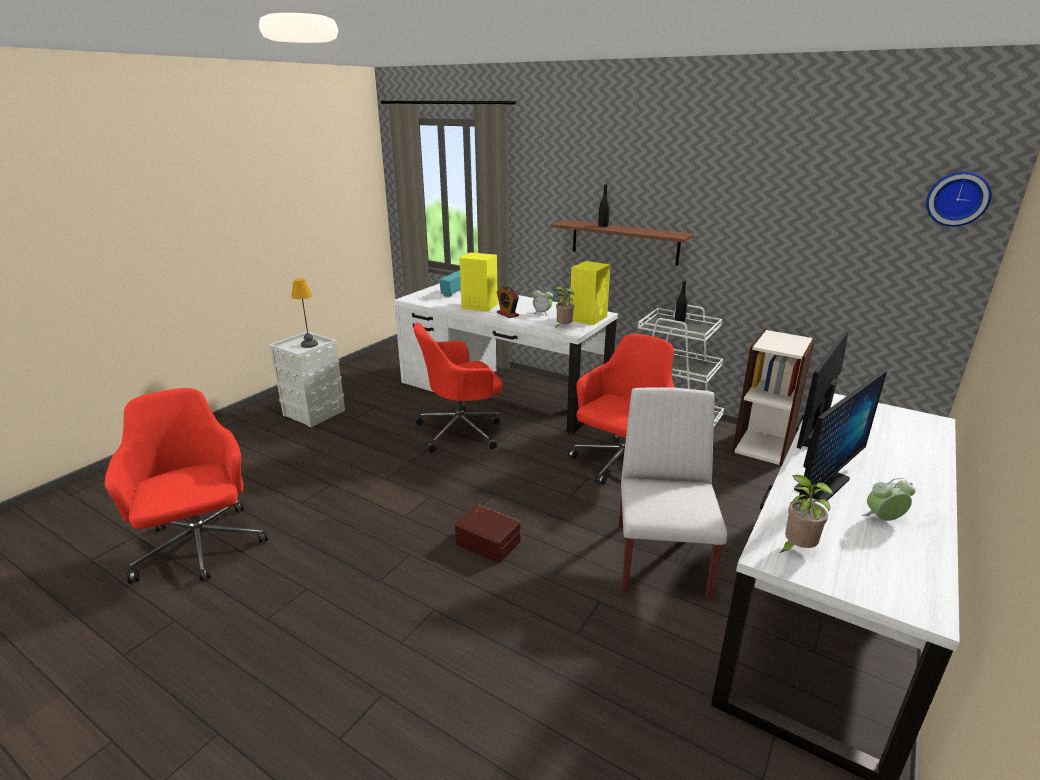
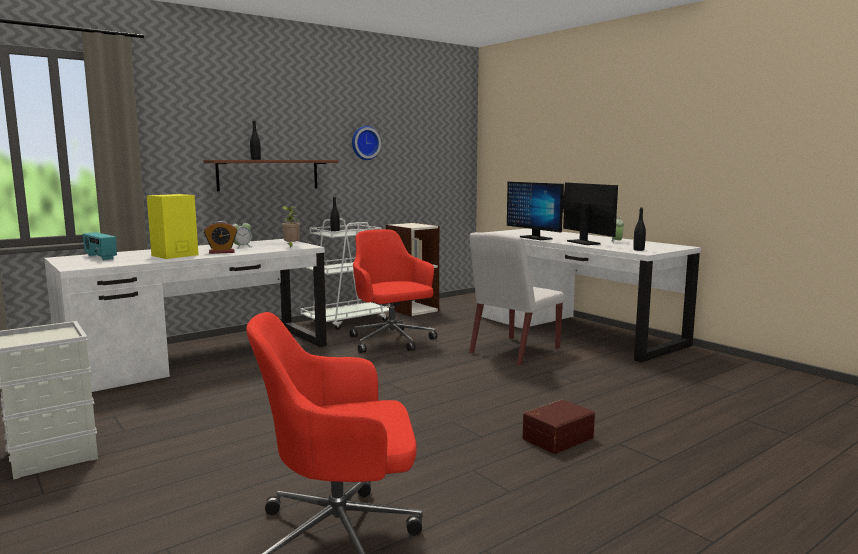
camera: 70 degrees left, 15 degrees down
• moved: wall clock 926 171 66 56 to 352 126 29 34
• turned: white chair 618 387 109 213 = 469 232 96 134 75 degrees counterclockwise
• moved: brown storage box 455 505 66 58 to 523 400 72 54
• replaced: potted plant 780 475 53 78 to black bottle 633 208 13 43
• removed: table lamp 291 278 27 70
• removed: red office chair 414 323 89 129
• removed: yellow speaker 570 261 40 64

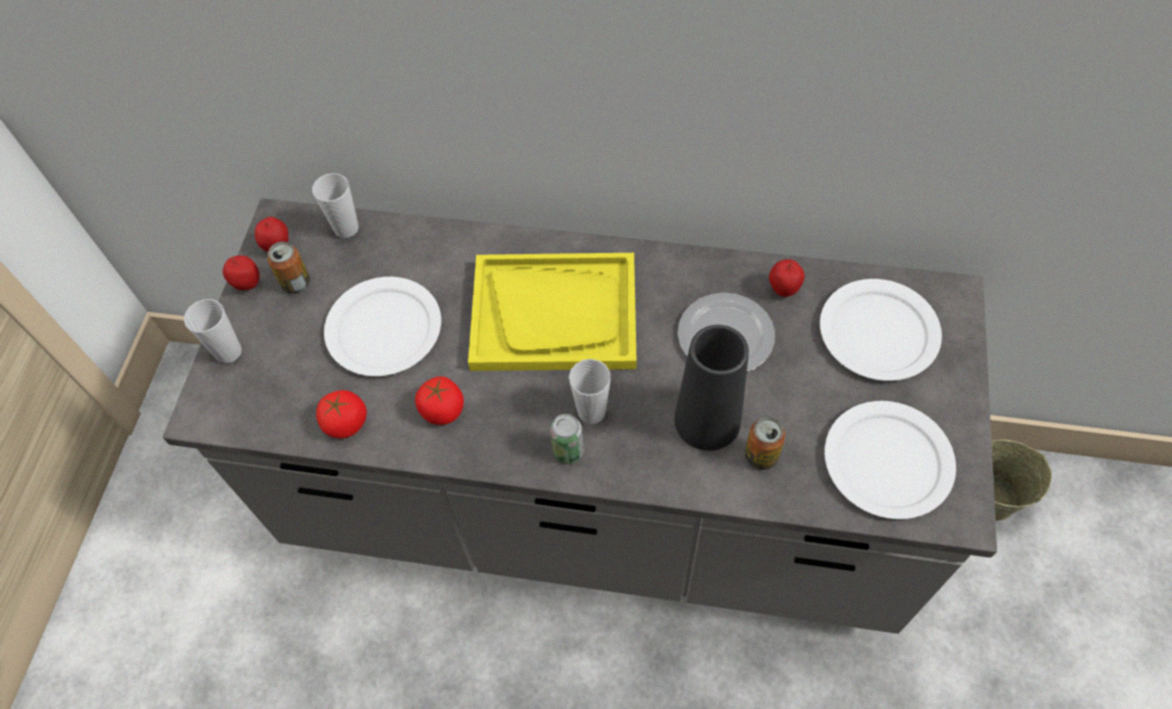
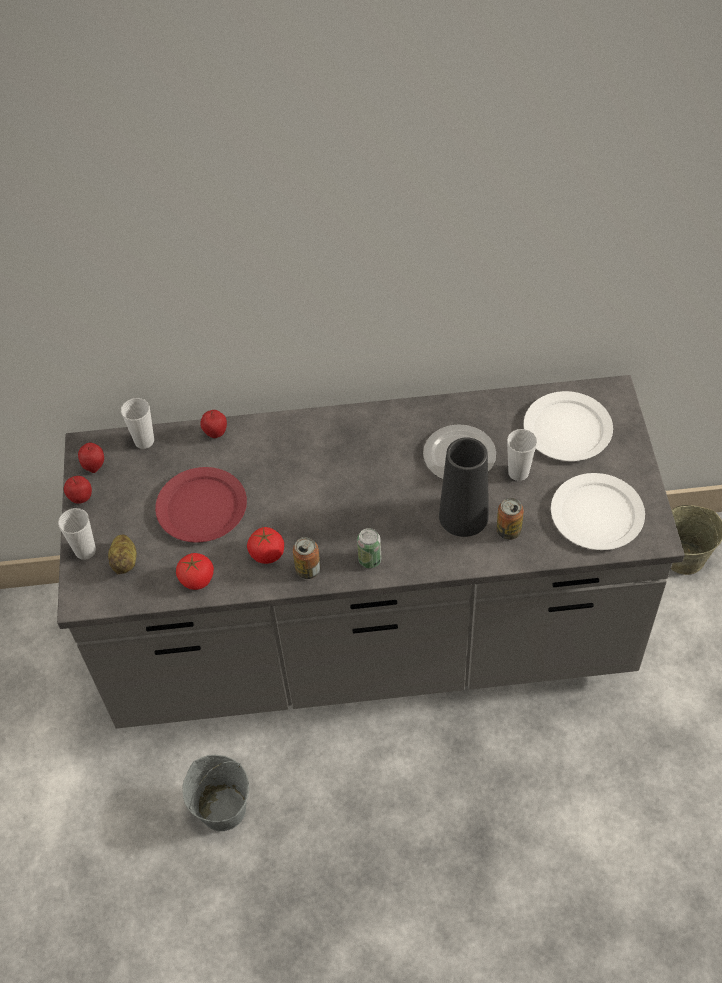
camera: 15 degrees left, 5 degrees down
• added: potato 108 535 29 39
• recoloured: white plate 324 277 117 99 to red plate 155 467 92 76
• added: grey bucket 182 755 67 76
• moved: apple 769 259 36 38 to 200 410 27 28
• moved: can 267 242 43 52 to 293 537 28 42
• moved: cup 569 359 42 65 to 507 429 30 52
• removed: yellow tray 468 253 169 118

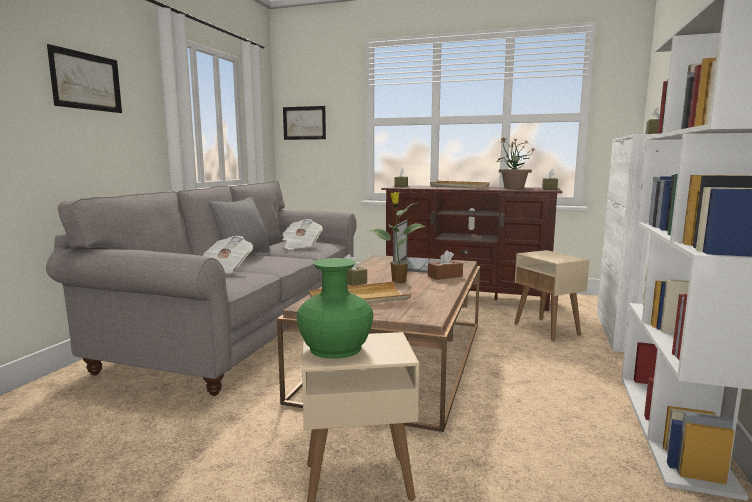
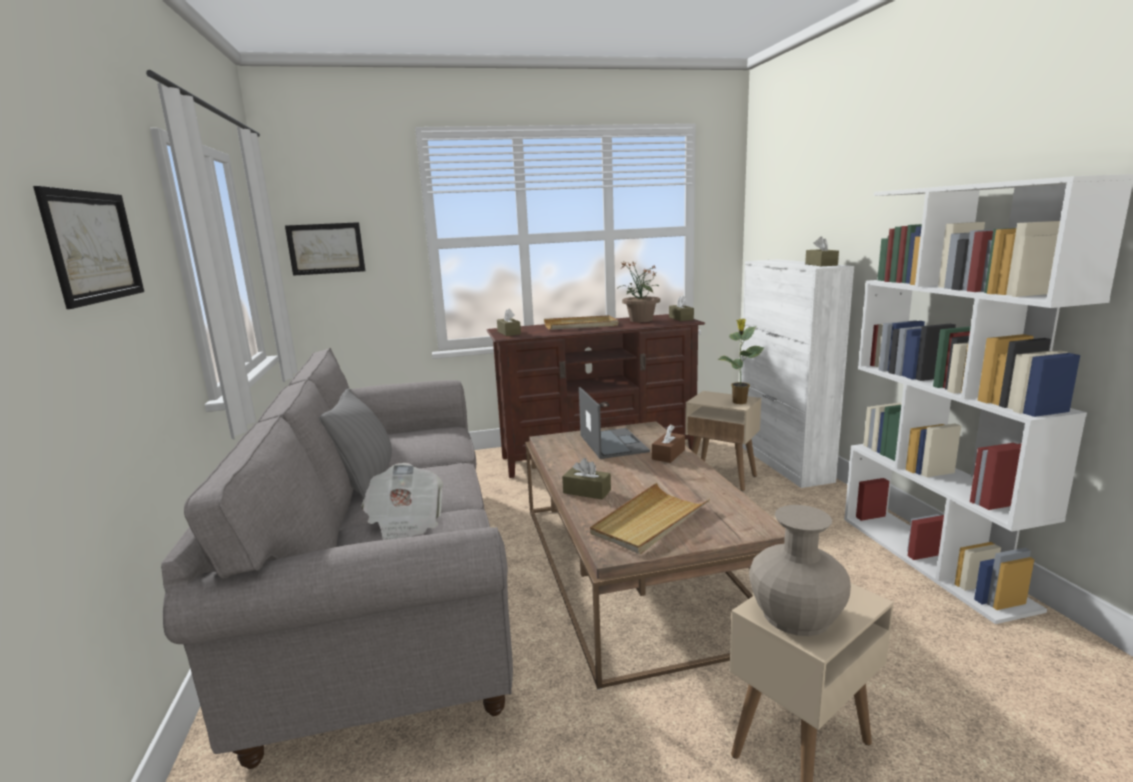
camera: 30 degrees left, 5 degrees up
• moved: potted plant 370 192 56 91 to 717 319 47 85
• recoloured: green vase 297 258 76 101 to beige vase 749 505 102 131
• removed: newspaper 282 219 41 30

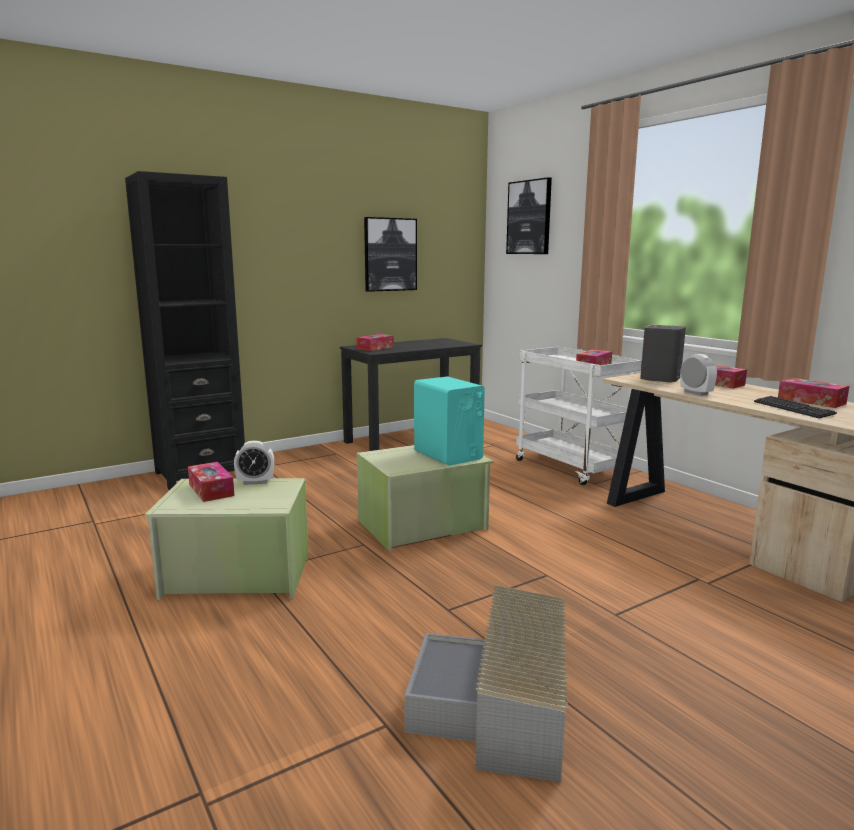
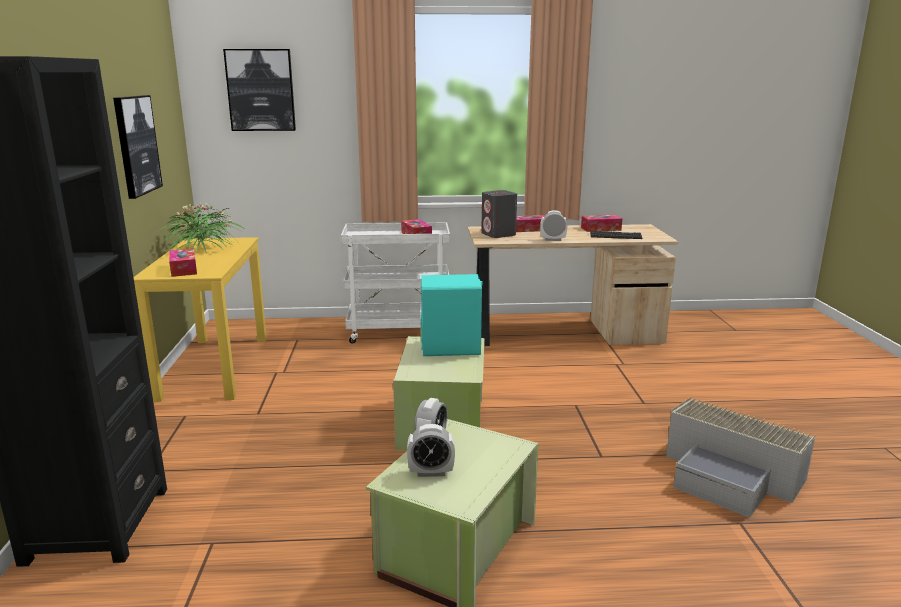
camera: 60 degrees left, 5 degrees up
• recoloured: black desk 340 338 142 113 to yellow desk 133 237 134 165
• added: potted plant 158 202 88 50
• replaced: tissue box 188 462 46 40 to alarm clock 407 424 48 53

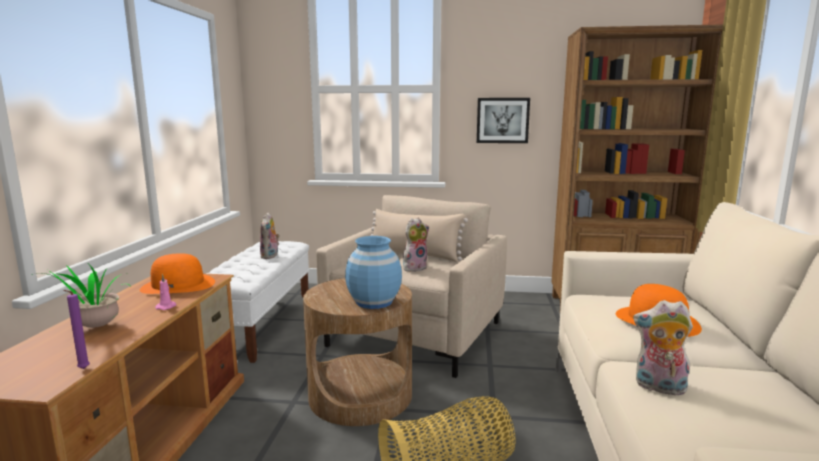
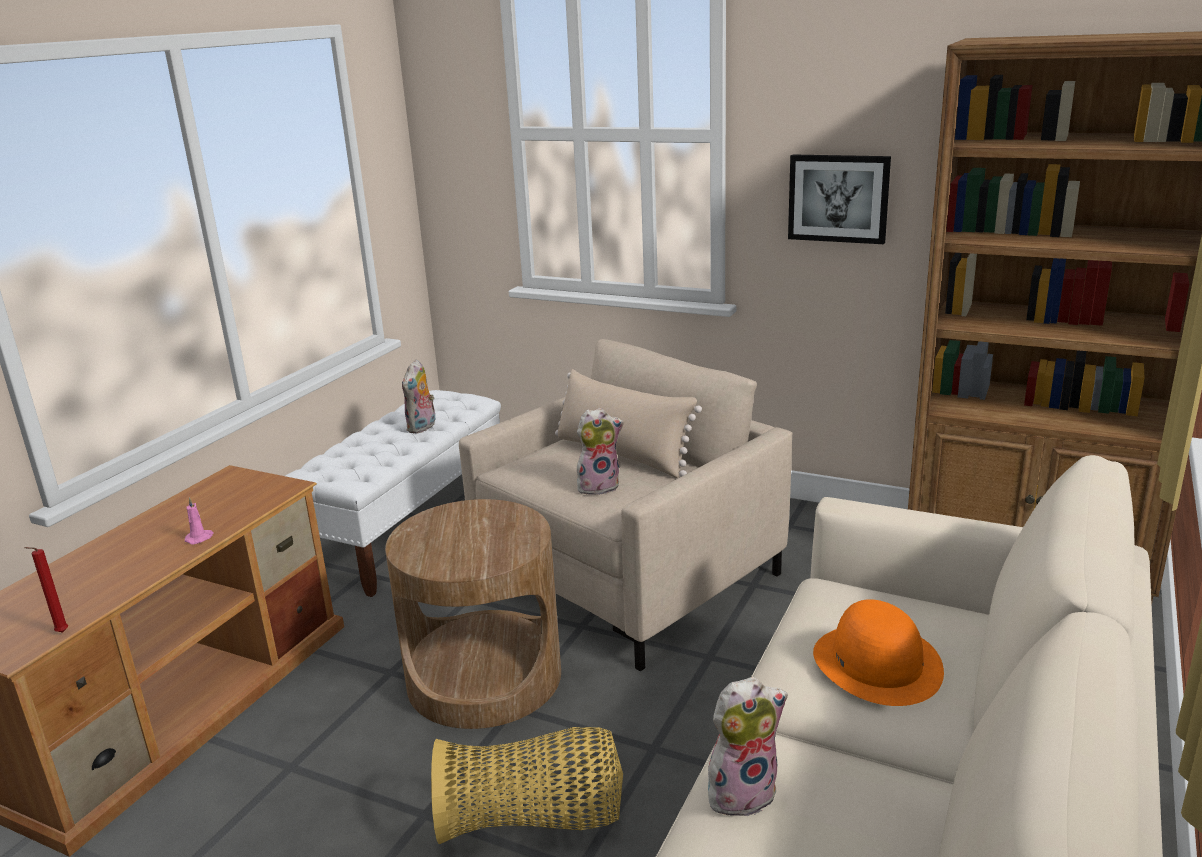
camera: 20 degrees right, 10 degrees up
• recoloured: purple candle 63 290 27 79 to red candle 24 547 44 86
• turned: plush toy 633 300 60 95 = 708 677 80 139 120 degrees clockwise
• removed: potted plant 32 265 99 63
• removed: orange hat 140 253 75 41
• removed: blue vase 345 236 57 73

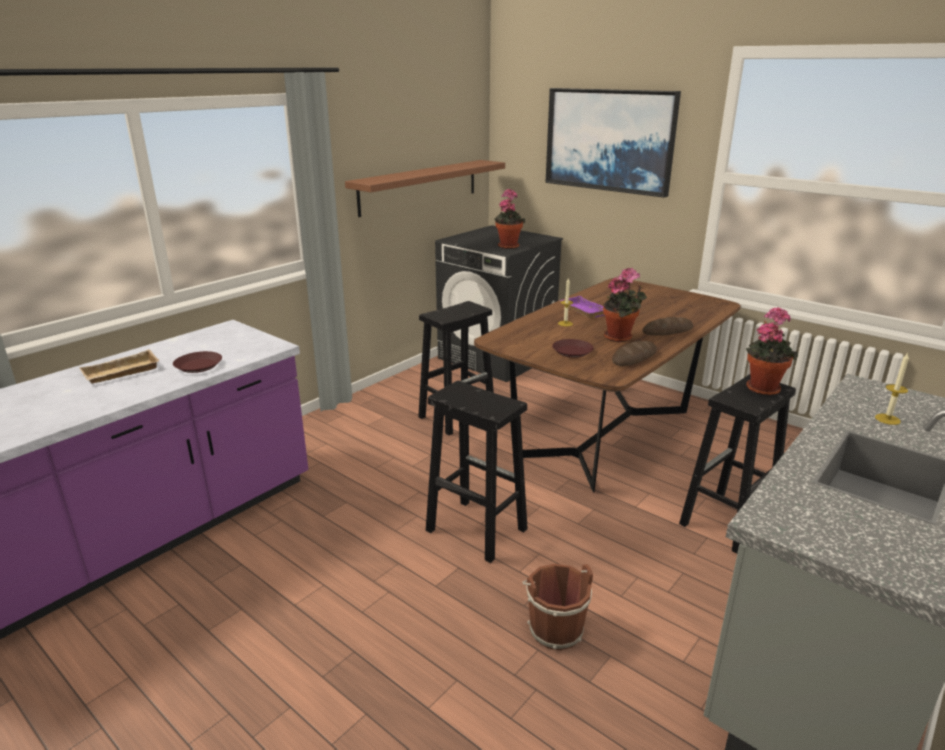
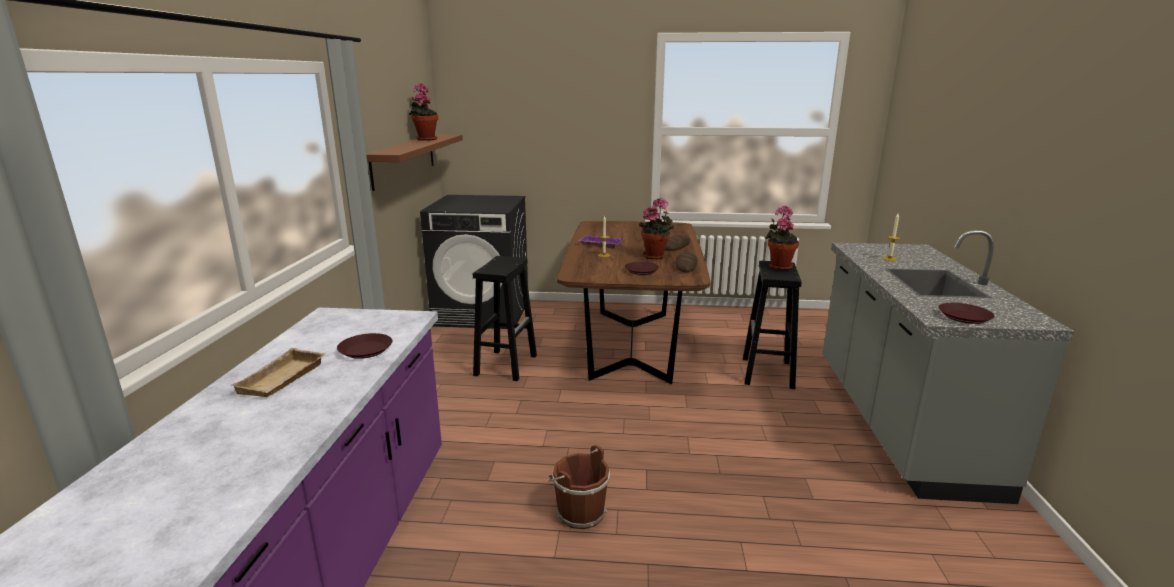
camera: 35 degrees left, 5 degrees down
• moved: potted plant 494 189 31 60 to 409 83 29 58
• moved: brown bucket 522 564 71 86 to 548 445 62 84
• added: brown plate 939 303 56 21
• removed: black stool 426 381 102 182
• removed: picture 546 88 135 110

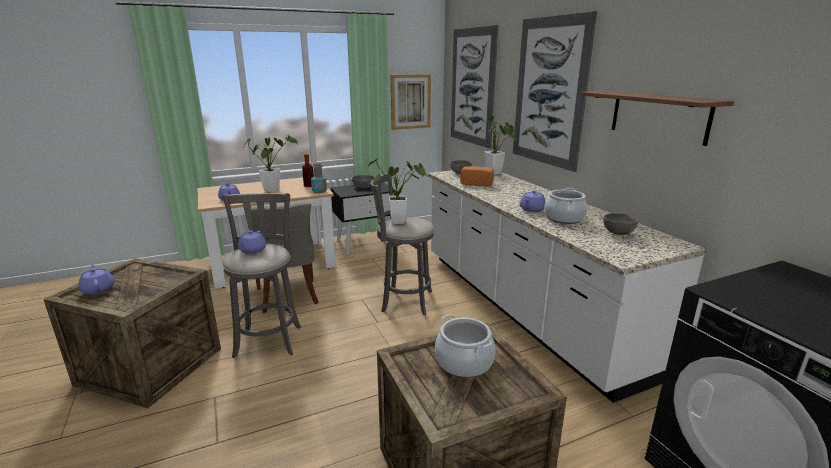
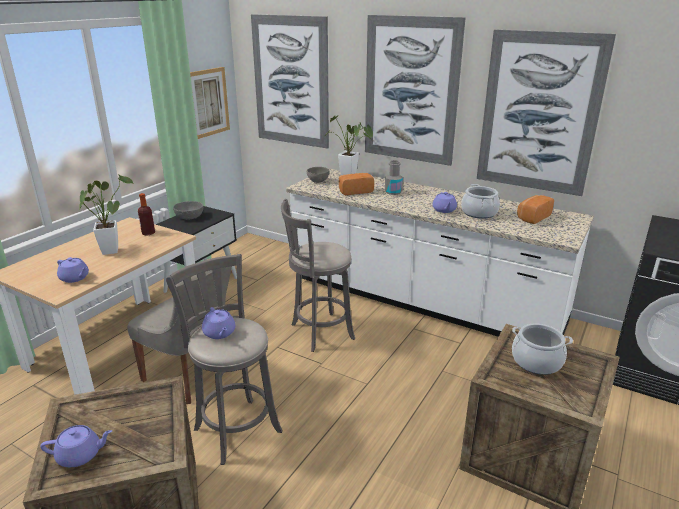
camera: 35 degrees left, 5 degrees up
• turned: purple teapot 78 265 37 30 = 40 425 72 42 150 degrees clockwise
• moved: grey bottle 311 163 16 30 to 385 160 18 35
• replaced: shelf 580 91 154 55 to picture 477 29 139 167
• replaced: grey bowl 603 213 36 22 to bread 517 195 37 29
• removed: potted plant 369 158 58 66

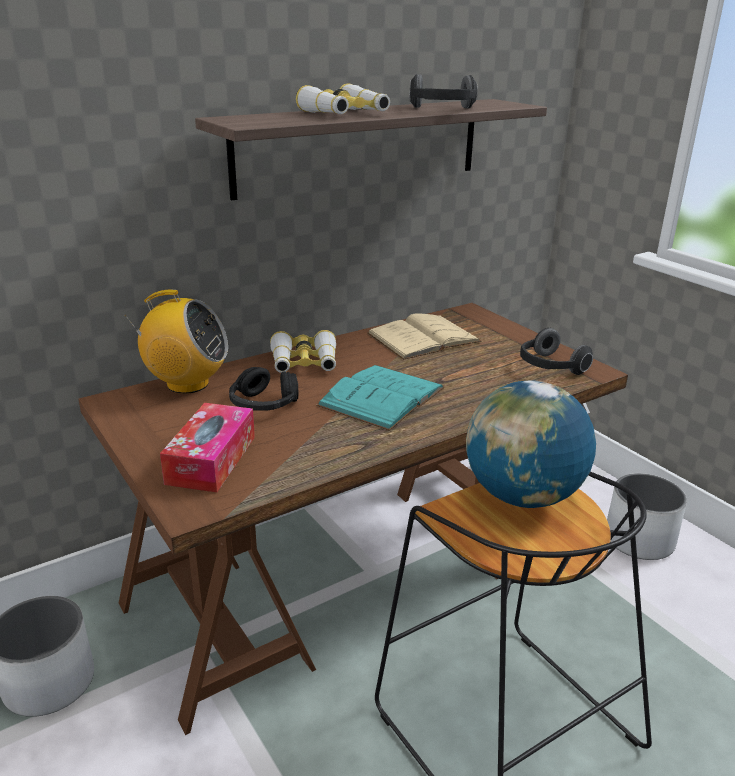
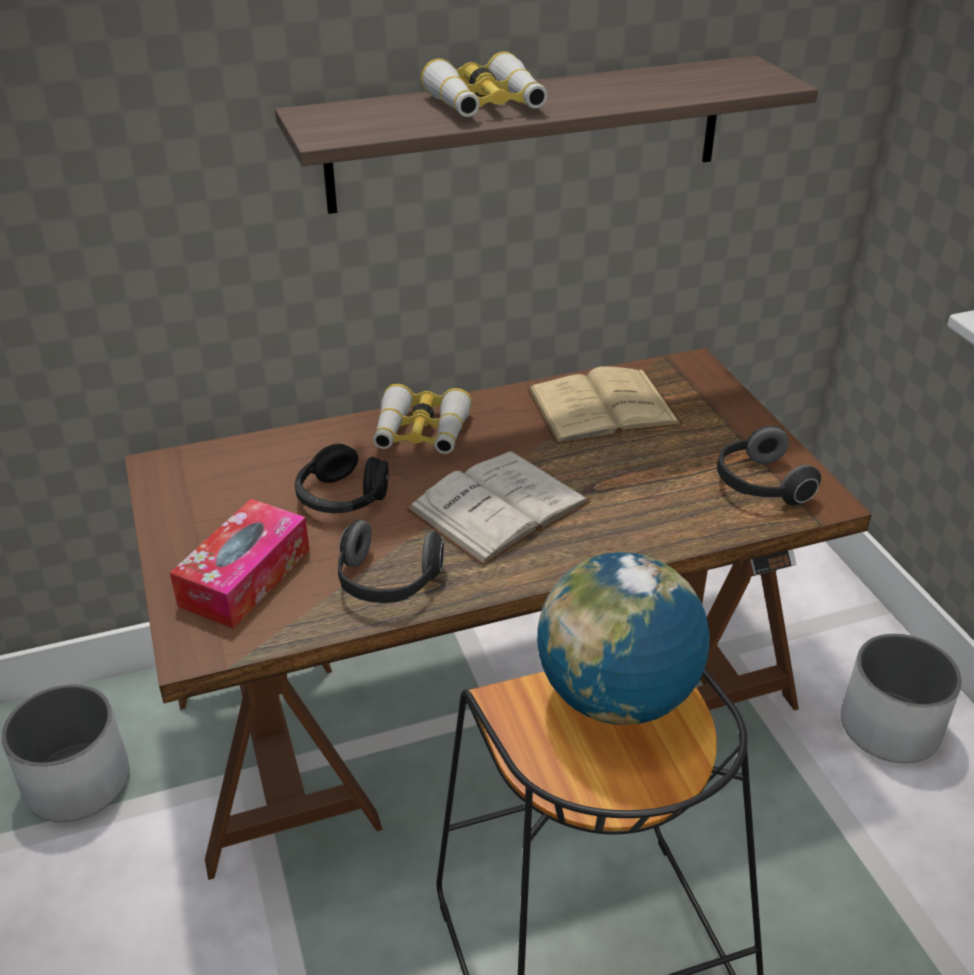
camera: 15 degrees right, 10 degrees up
• moved: headphones 410 74 68 35 to 338 519 106 84
• recoloured: turquoise book 316 365 128 66 to white book 406 451 184 115
• removed: radio 124 290 104 104

